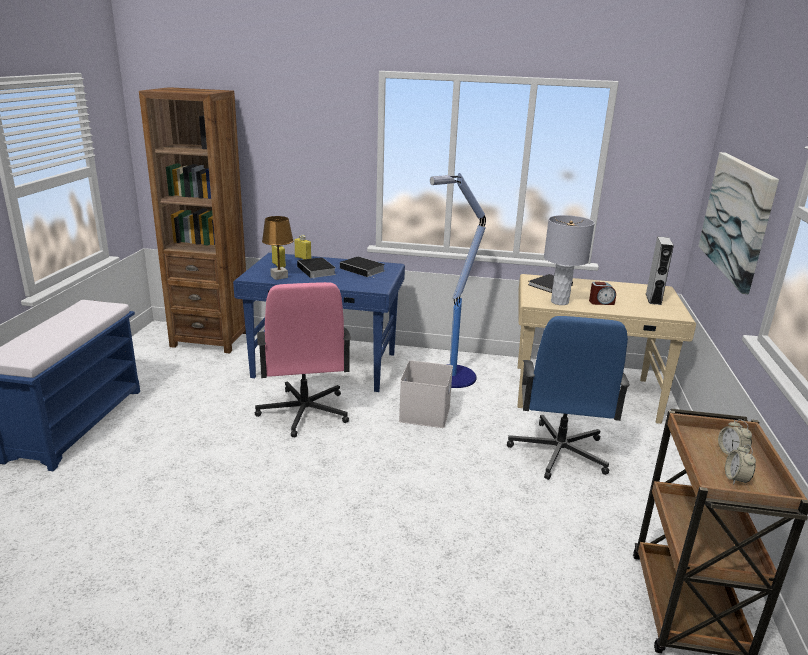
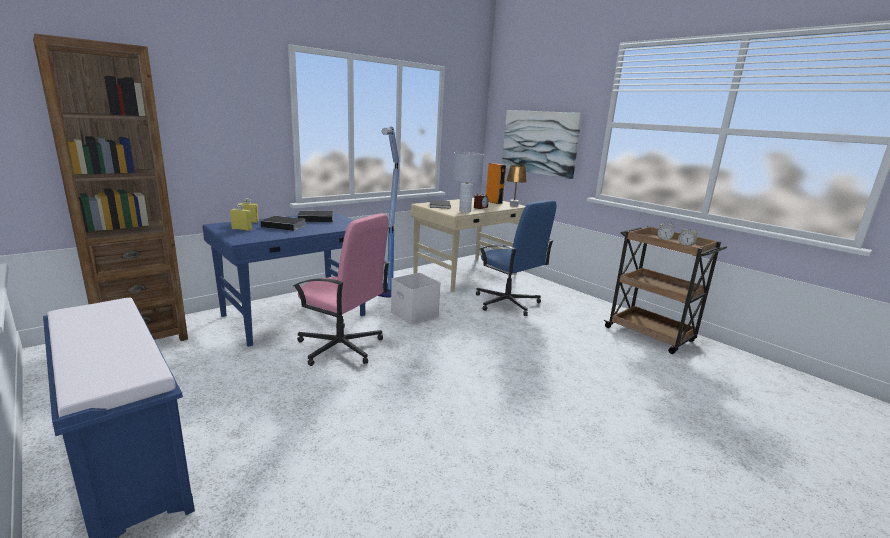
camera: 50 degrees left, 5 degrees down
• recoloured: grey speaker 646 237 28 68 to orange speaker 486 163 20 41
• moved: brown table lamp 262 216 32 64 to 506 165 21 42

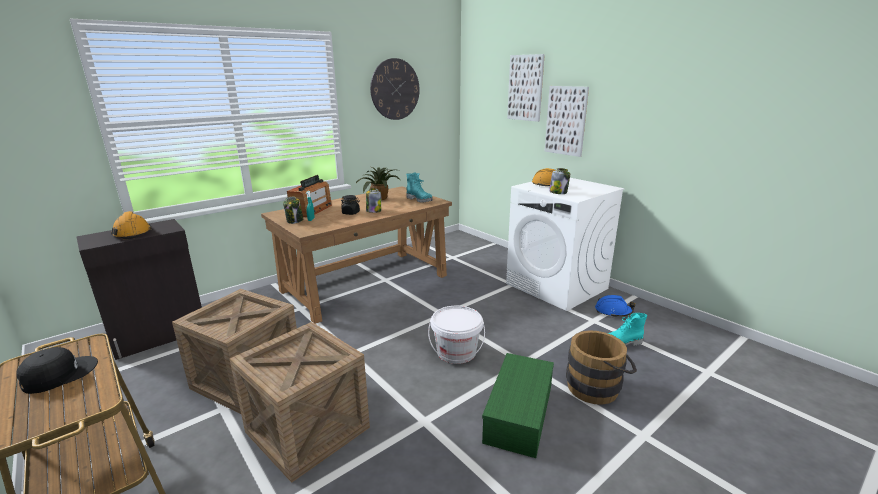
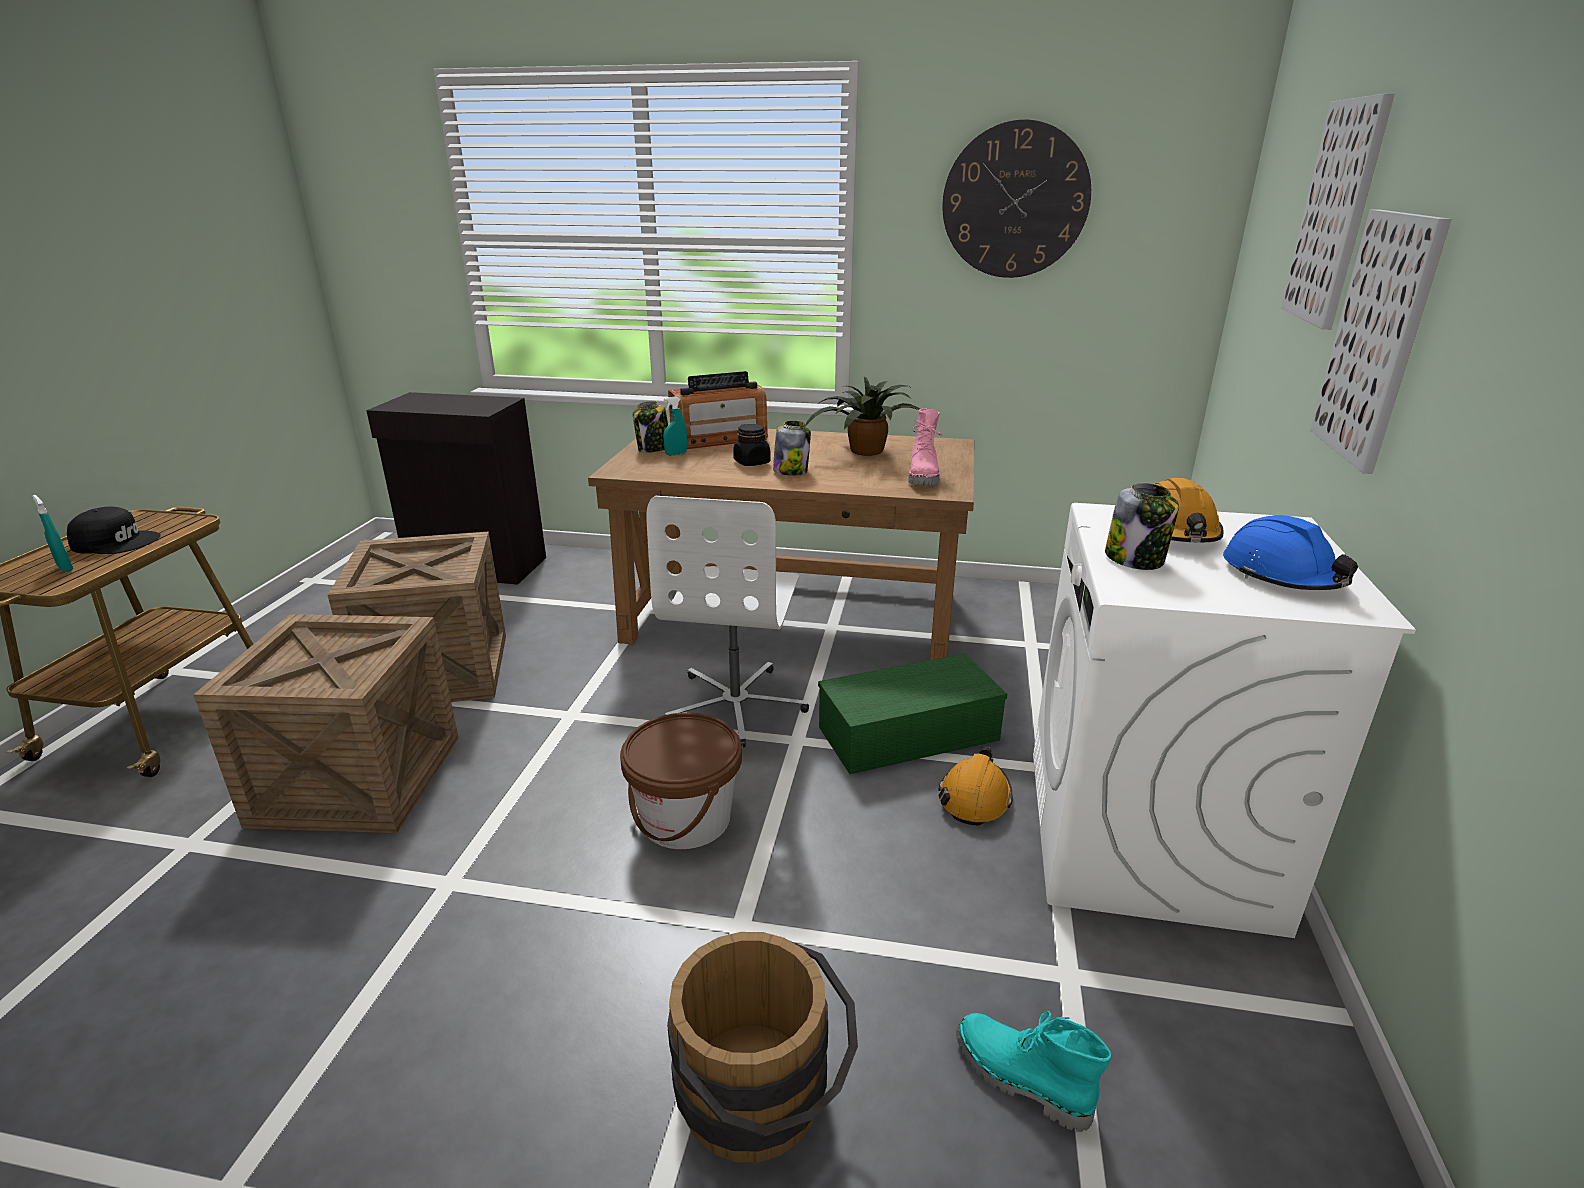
camera: 50 degrees right, 5 degrees up
• added: turquoise spray bottle 32 495 41 77
• recoloured: white bucket 428 306 57 58 to brown bucket 620 713 122 136
• added: white office chair 646 496 163 251
• moved: green storage box 482 353 72 105 to 818 653 189 121
• recoloured: turquoise boot 406 173 27 29 to pink boot 908 408 34 77
• moved: orange hard hat 111 211 40 29 to 938 747 75 79
• moved: blue hard hat 595 295 41 22 to 1223 515 135 75

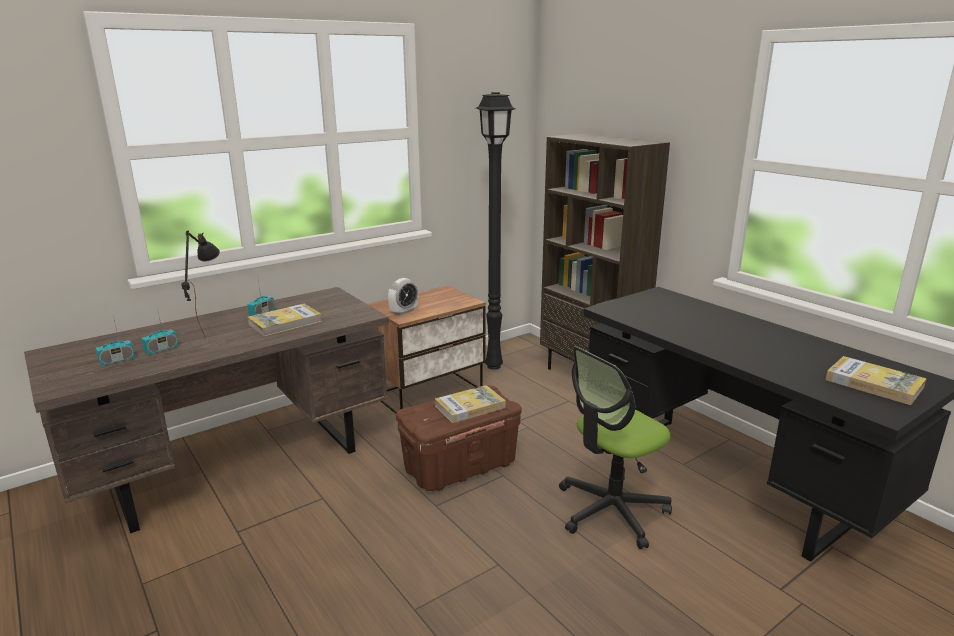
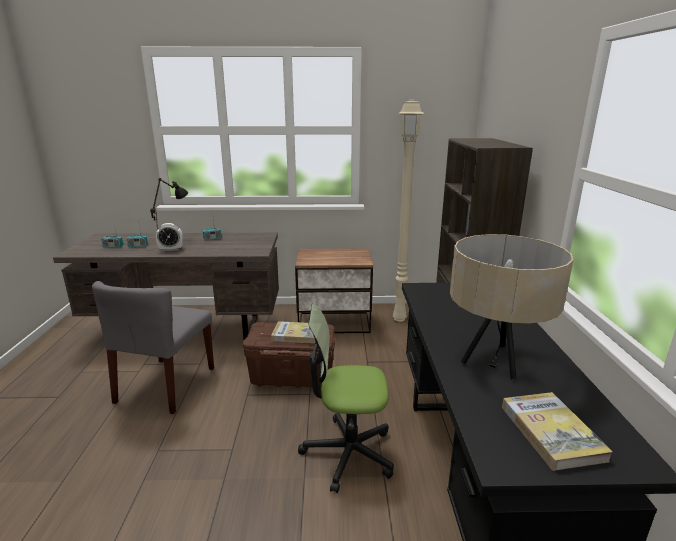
camera: 35 degrees right, 0 degrees up
• added: grey chair 92 281 122 133
• moved: alarm clock 388 278 30 37 to 156 223 27 29
• recoloured: black floor lamp 476 92 40 278 to beige floor lamp 393 100 31 222
• added: beige table lamp 450 234 123 145
• removed: book 247 304 75 32

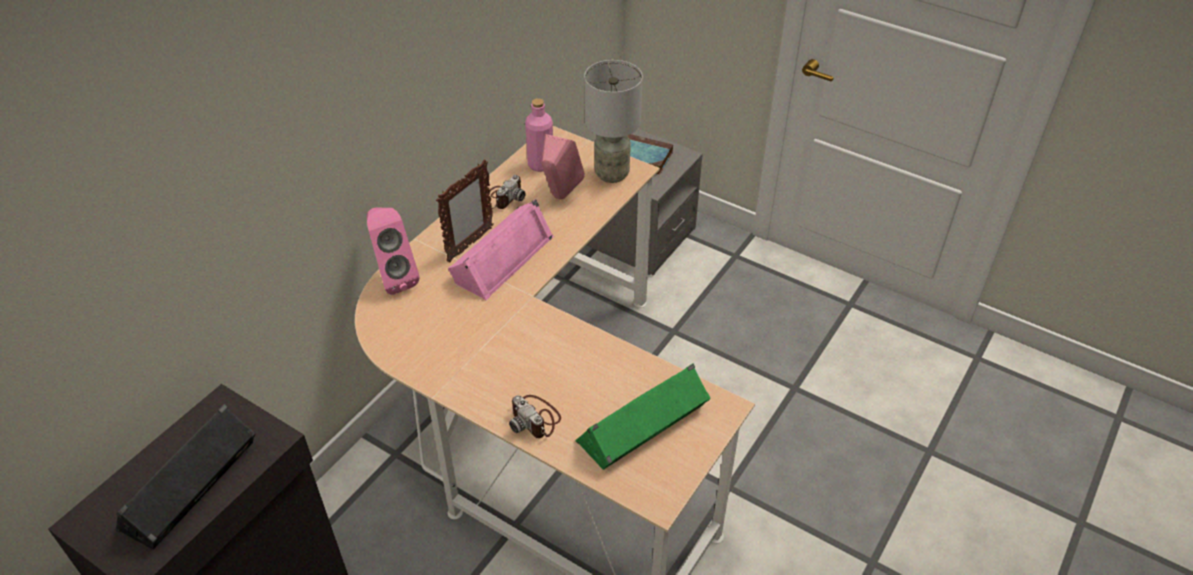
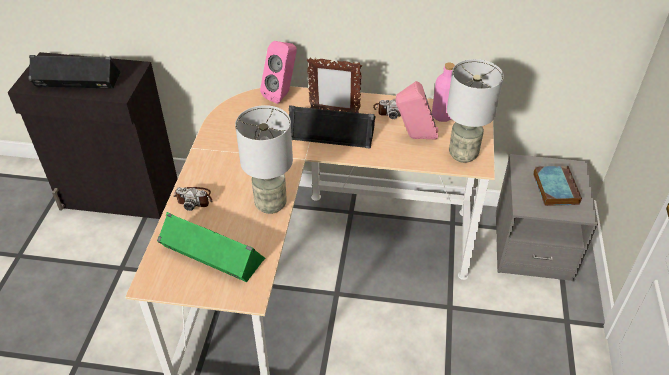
camera: 65 degrees right, 0 degrees up
• turned: photo camera 509 395 52 43 = 174 187 39 24 105 degrees counterclockwise
• added: grey table lamp 235 105 58 109
• recoloured: pink speaker 448 199 106 101 to black speaker 289 105 86 44

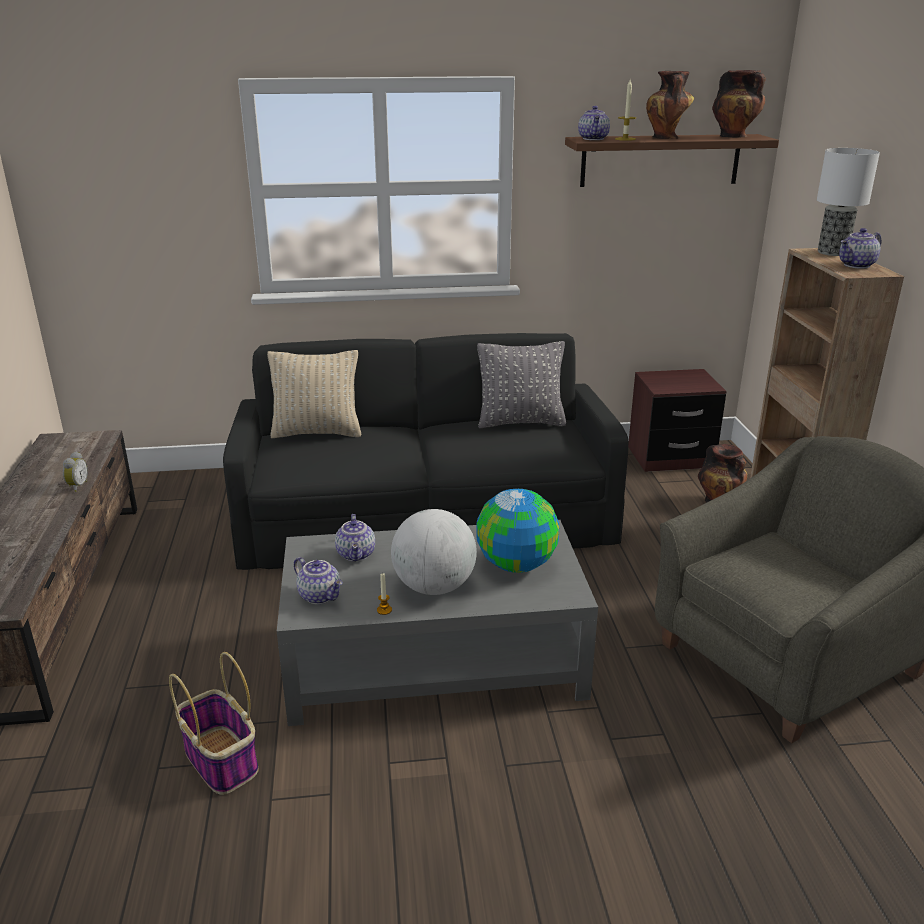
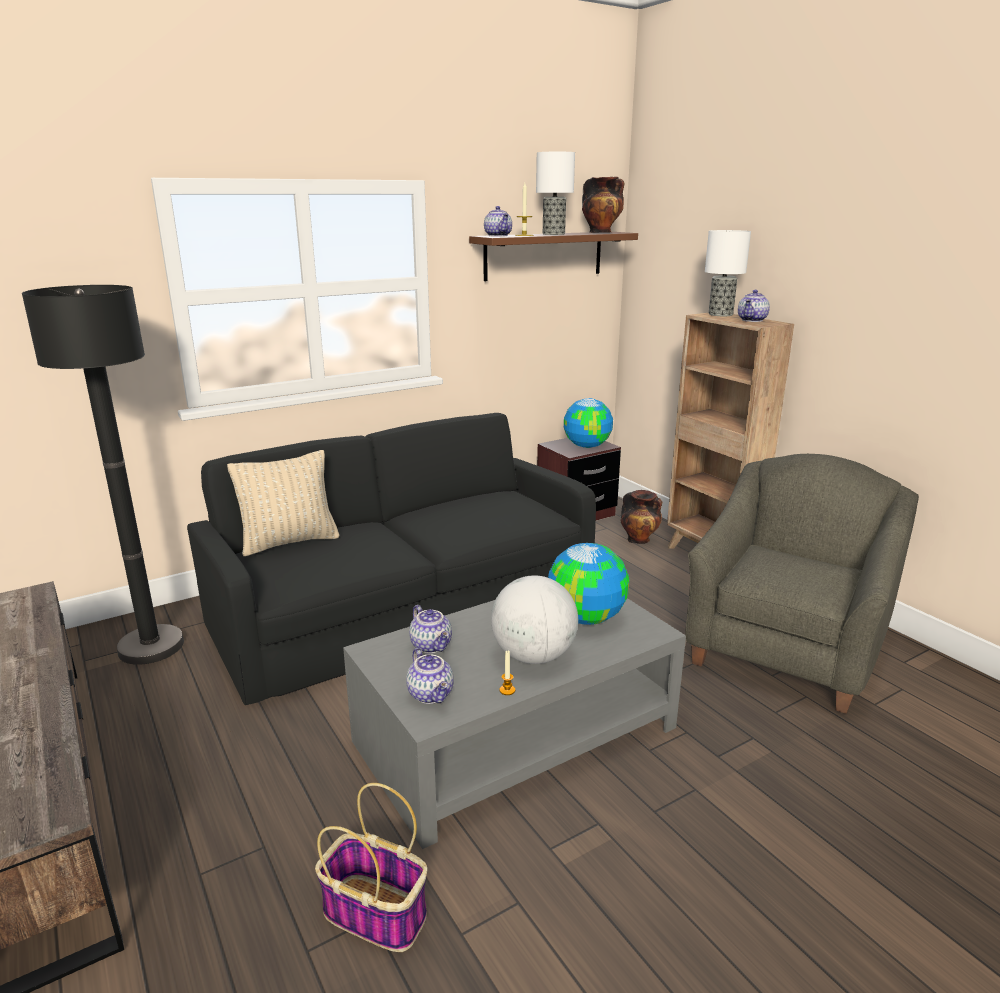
camera: 25 degrees left, 5 degrees down
• added: black floor lamp 22 285 162 380
• turned: teapot 294 557 49 47 = 406 648 48 56 45 degrees clockwise
• replaced: vase 646 71 48 68 to table lamp 536 152 39 83
• added: globe 564 398 49 50
• removed: alarm clock 63 451 25 41
• removed: grey pillow 477 341 89 87

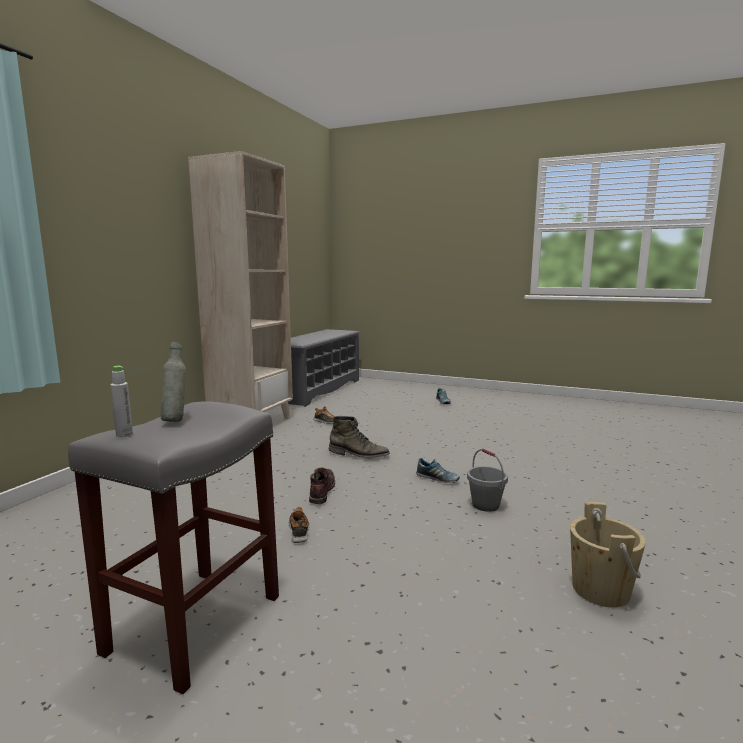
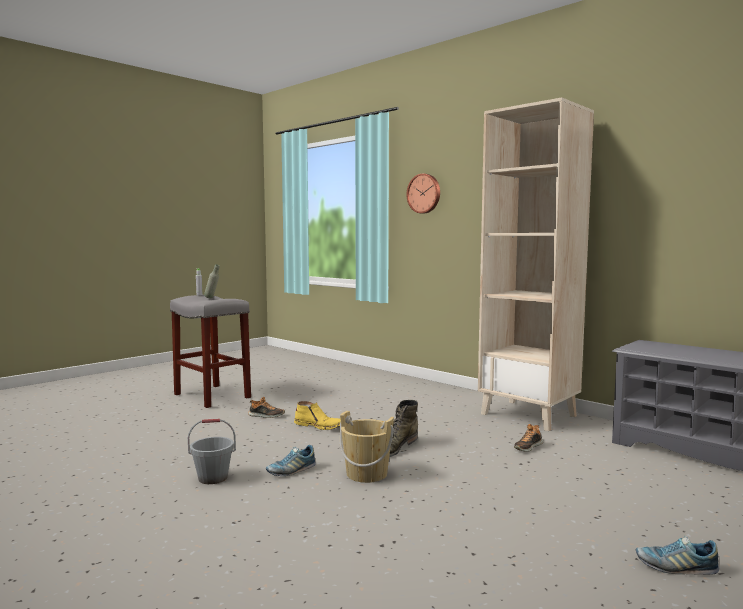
camera: 110 degrees right, 5 degrees down
• recoloured: brown boot 309 468 26 36 to yellow boot 294 401 47 29
• moved: beige bucket 570 502 76 106 to 340 411 54 72
• added: wall clock 406 173 34 41

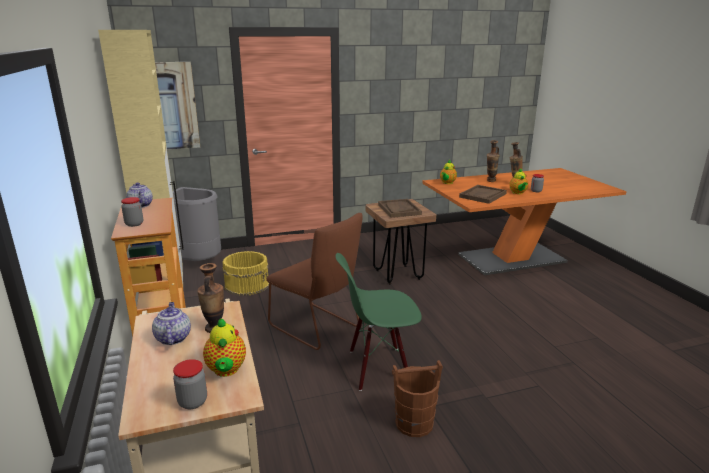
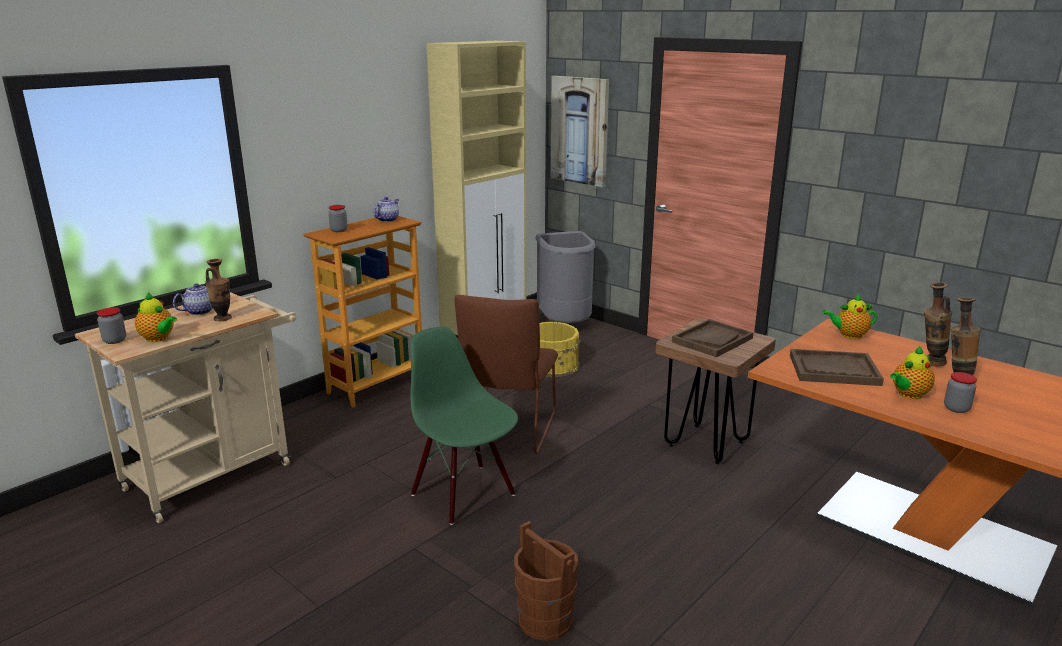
camera: 60 degrees right, 0 degrees up
• turned: teapot 203 318 43 59 = 135 292 42 50 105 degrees counterclockwise
• moved: brown bucket 392 360 51 77 to 514 521 64 120

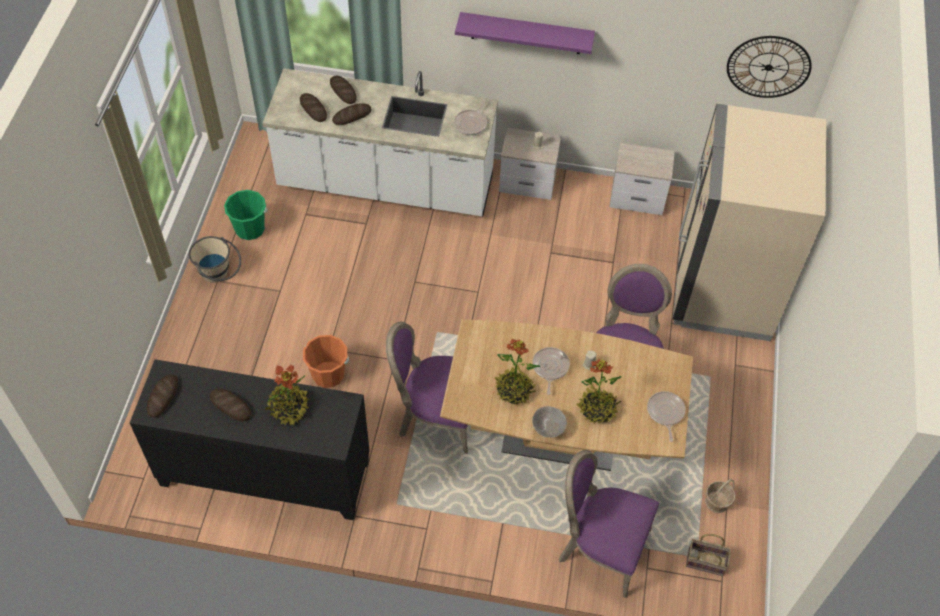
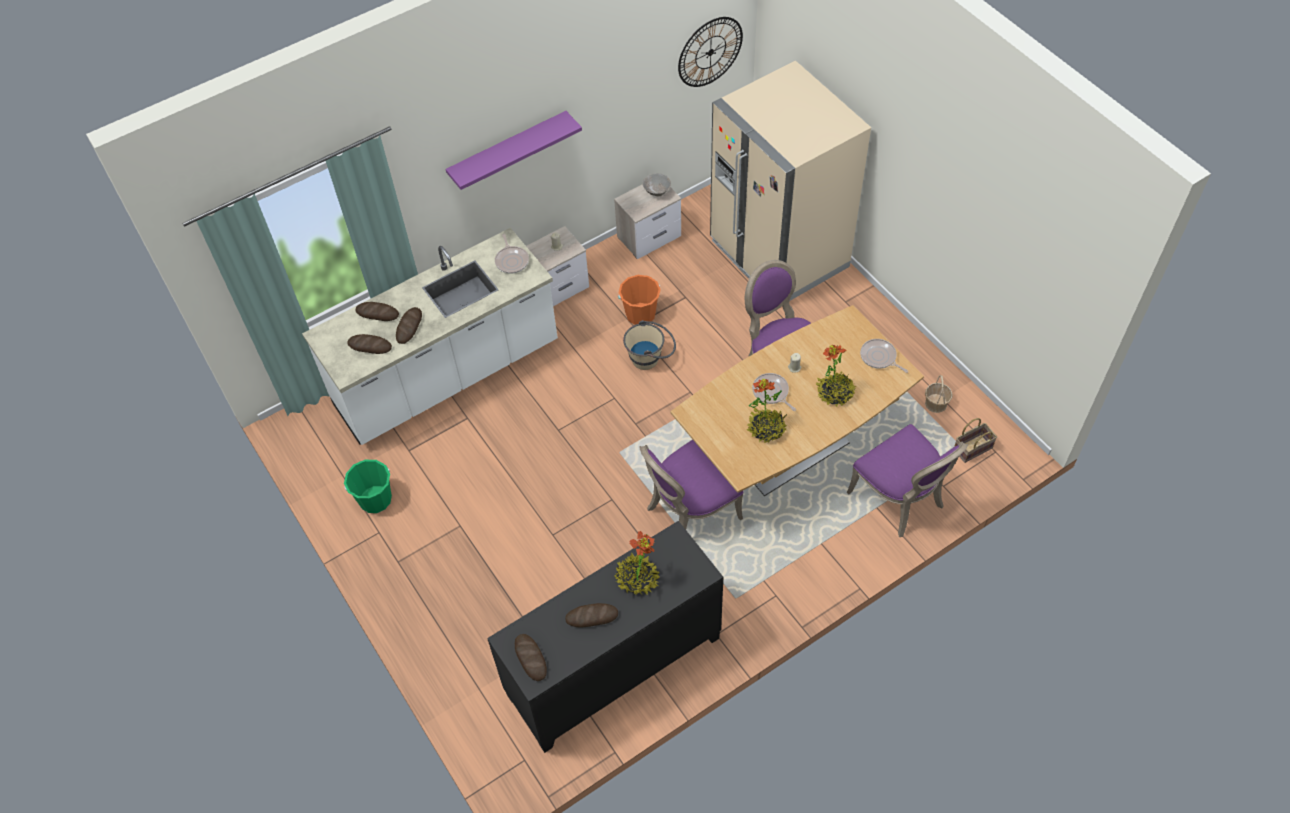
camera: 40 degrees left, 0 degrees up
• moved: orange bucket 303 335 46 53 to 618 275 43 50
• moved: beige bucket 189 236 52 47 to 623 320 53 50
• moved: grey bowl 532 406 35 32 to 642 173 29 23
• turned: purple chair 559 450 100 148 = 847 424 121 113 105 degrees counterclockwise

